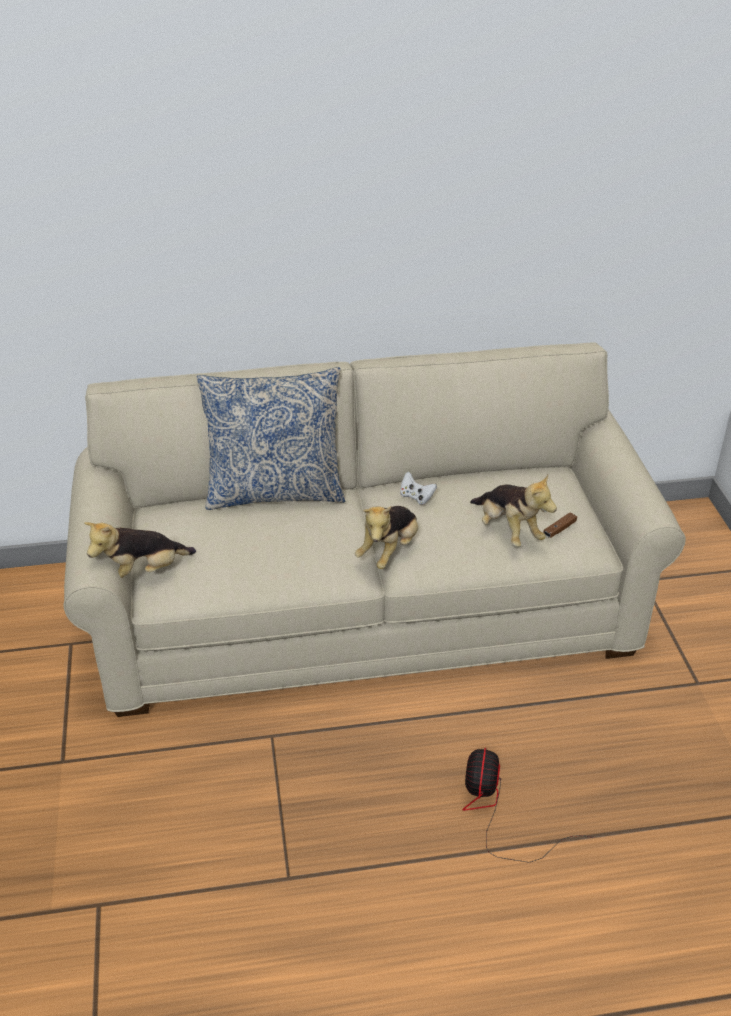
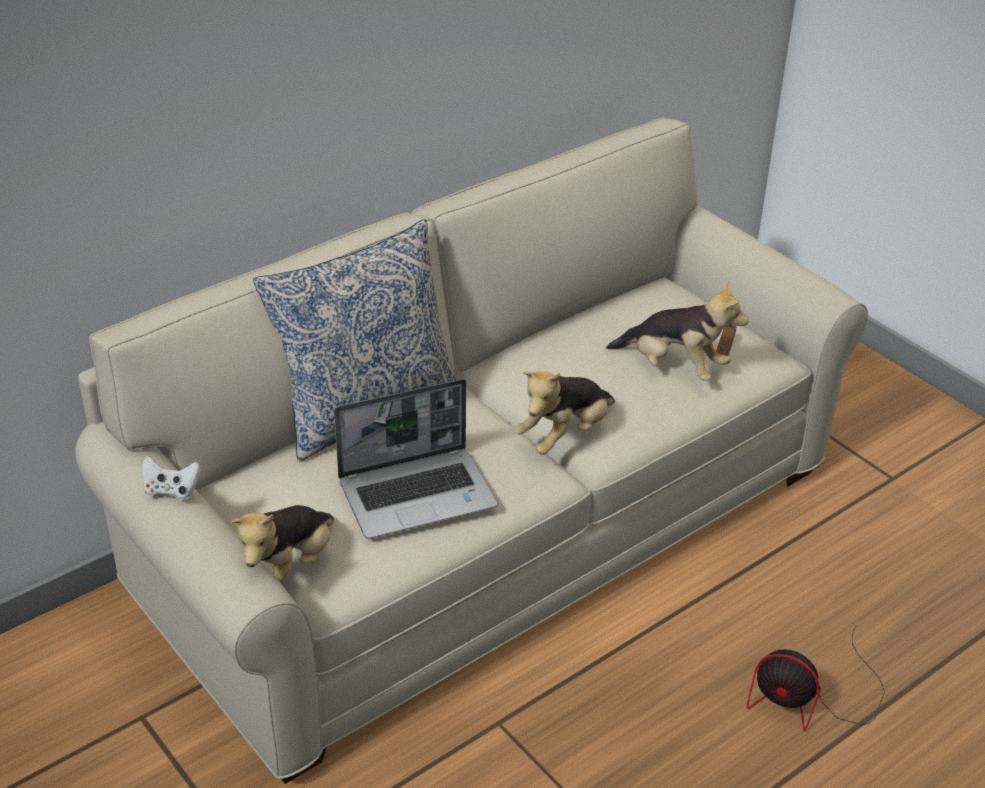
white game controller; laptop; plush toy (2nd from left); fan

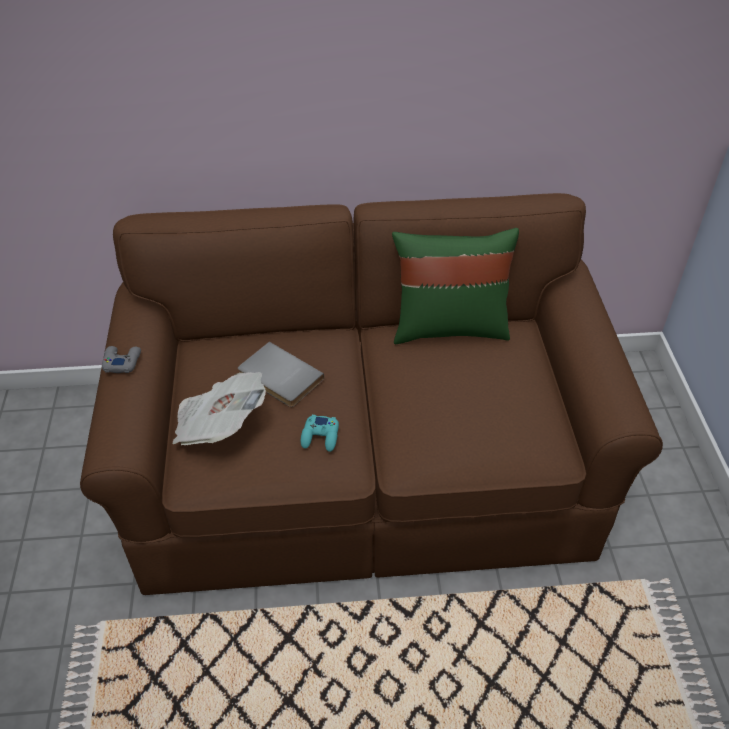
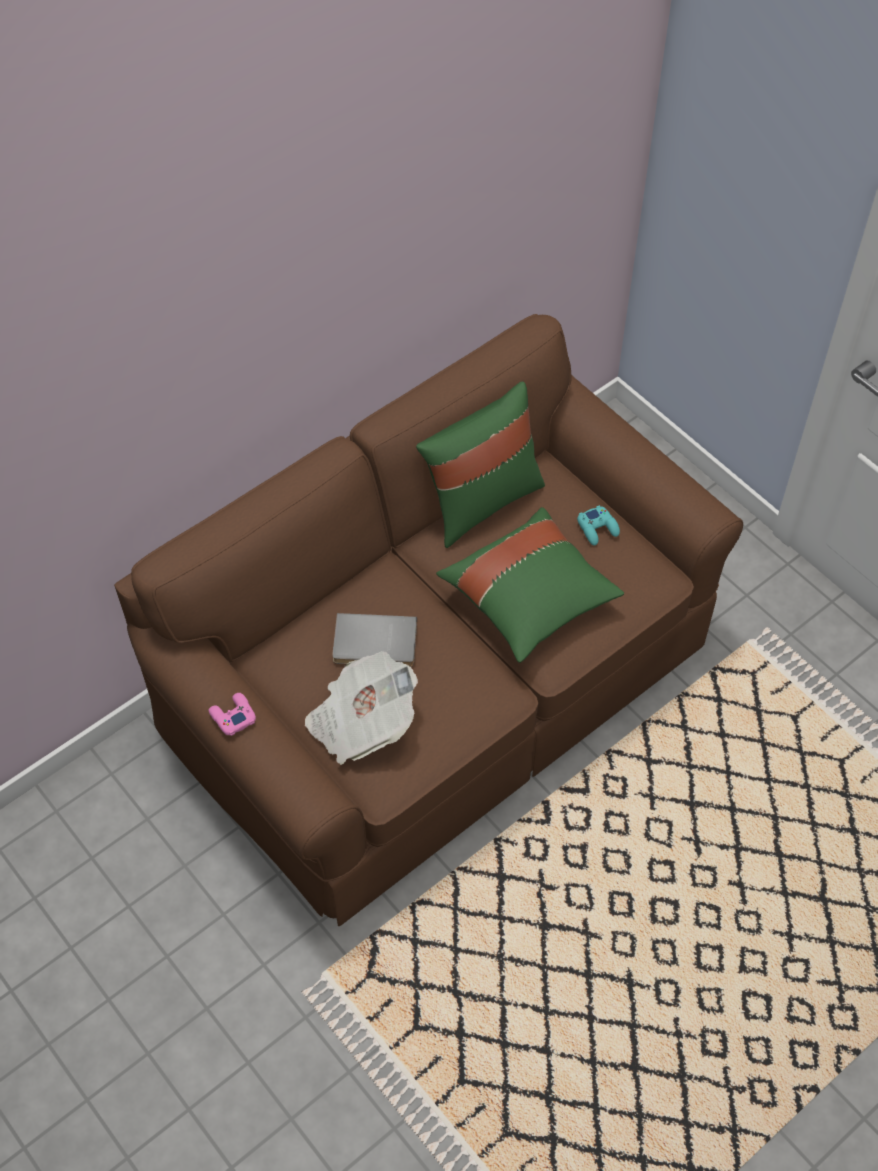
pink game controller; green pillow (2nd from left); turquoise game controller

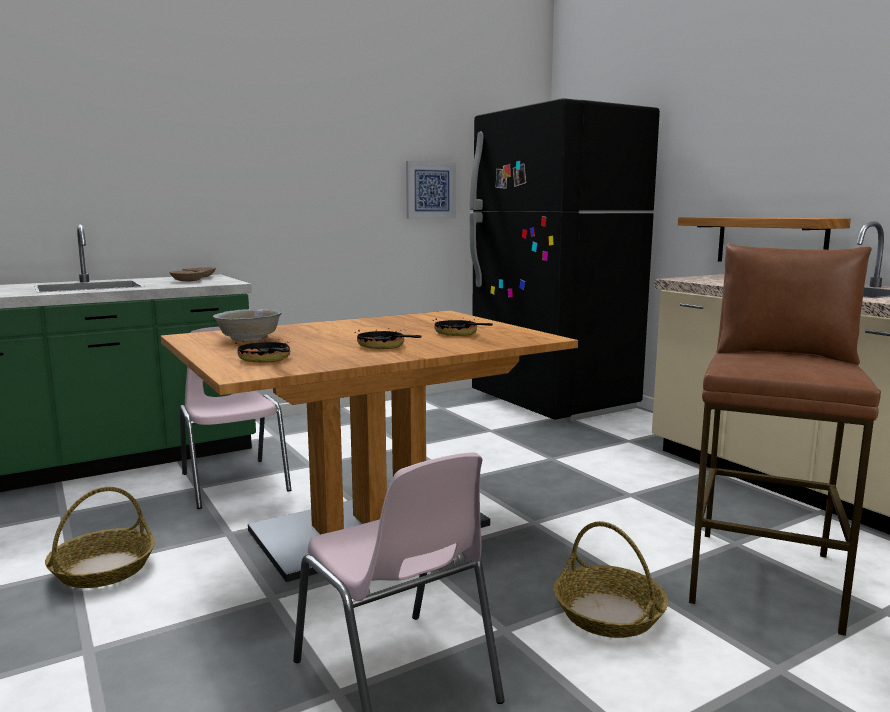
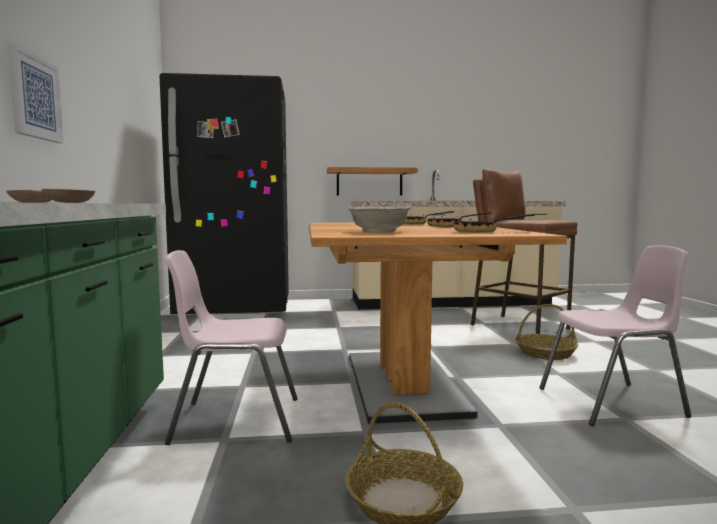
picture

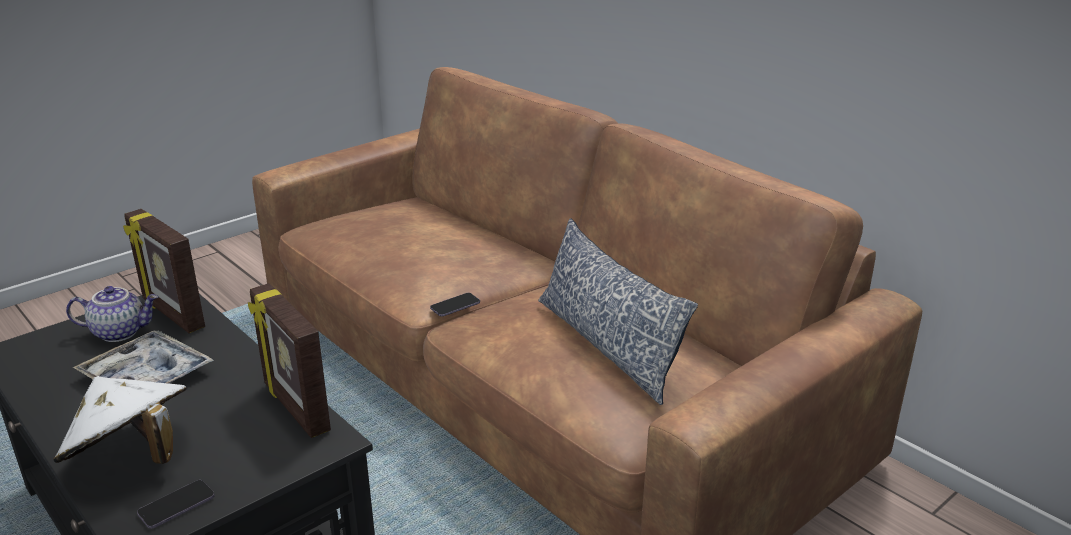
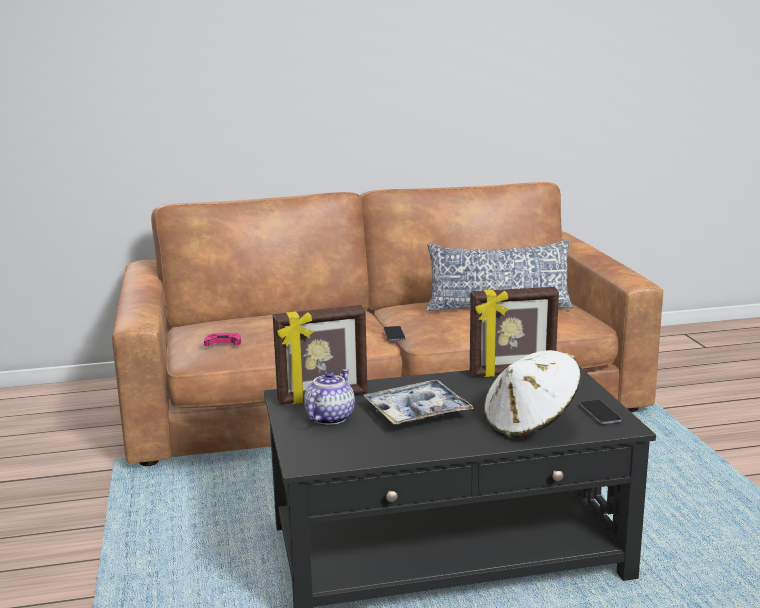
pink game controller

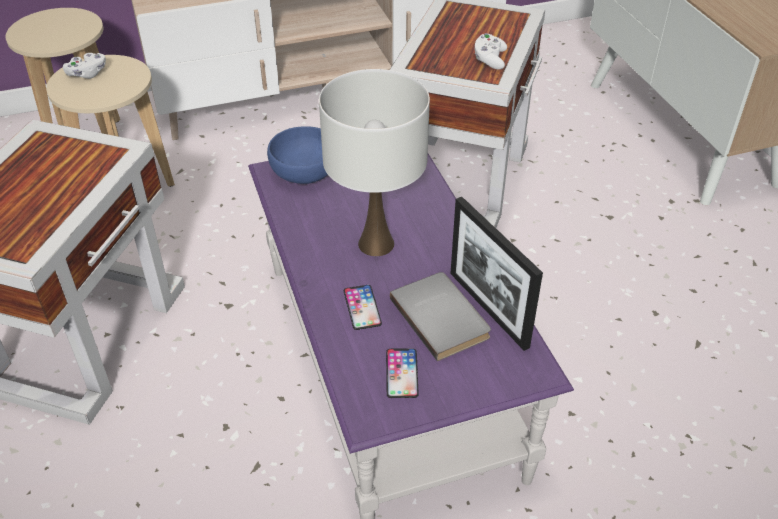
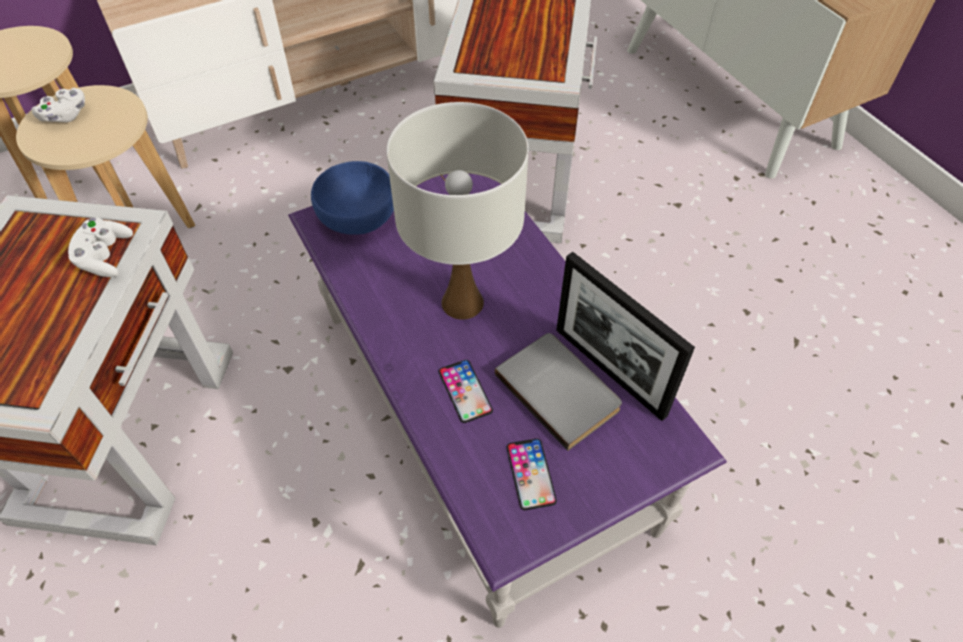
white game controller (2nd from left)

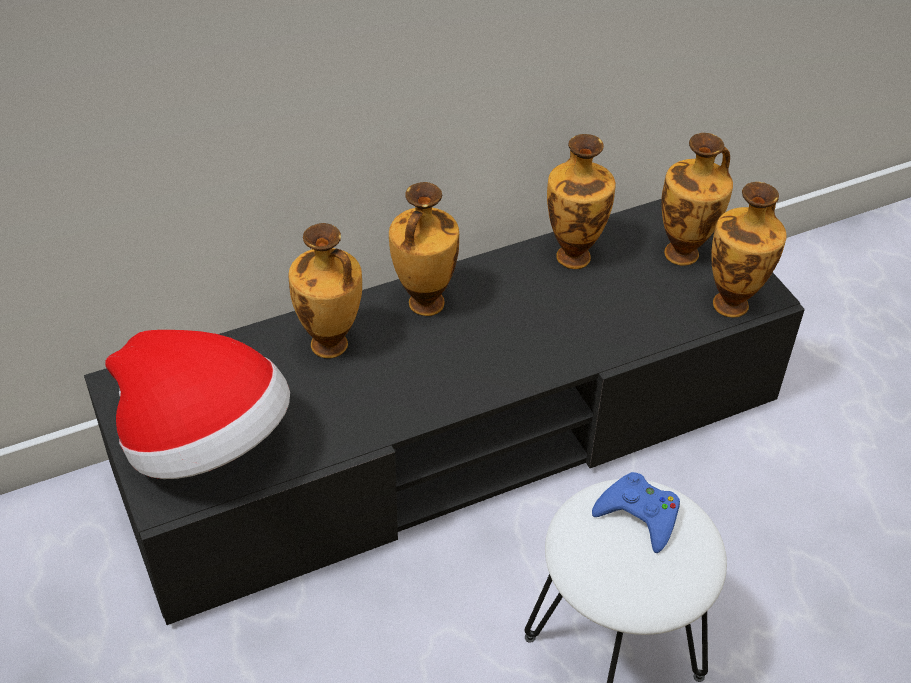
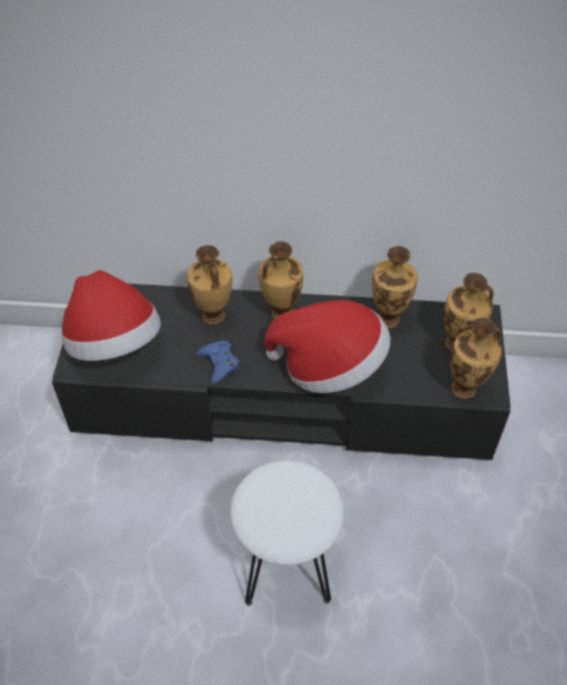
blue game controller; hat (2nd from left)

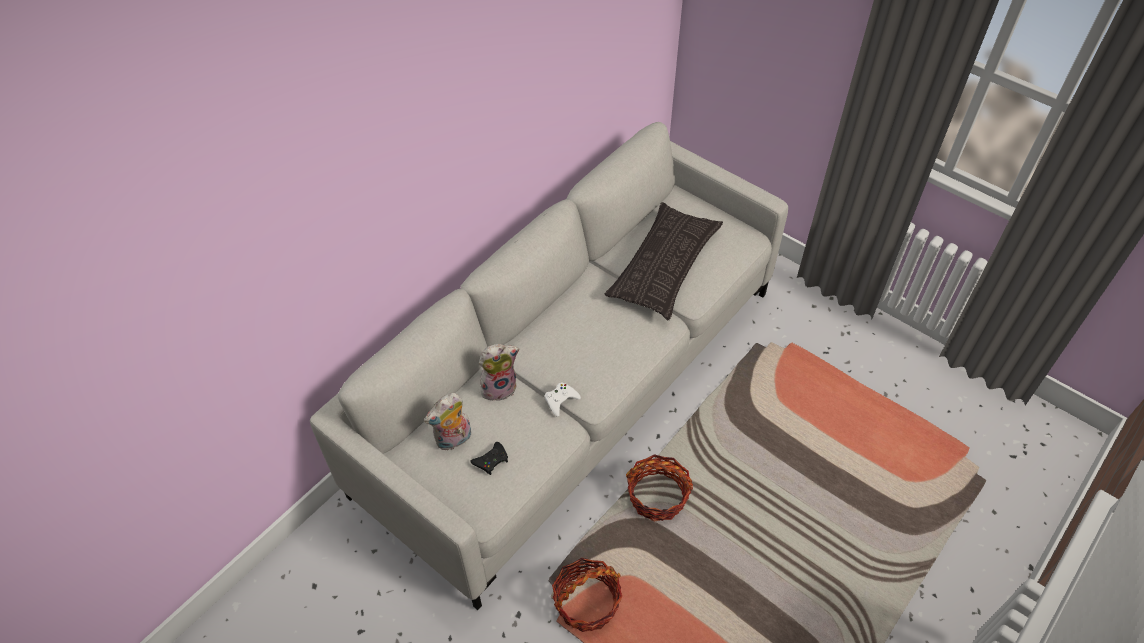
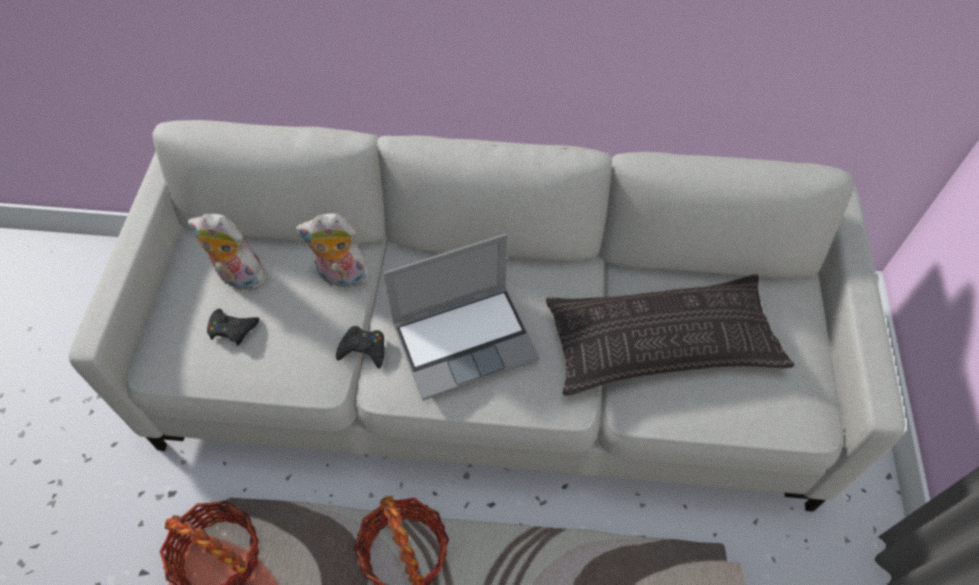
plush toy (2nd from left); black game controller (2nd from left); laptop

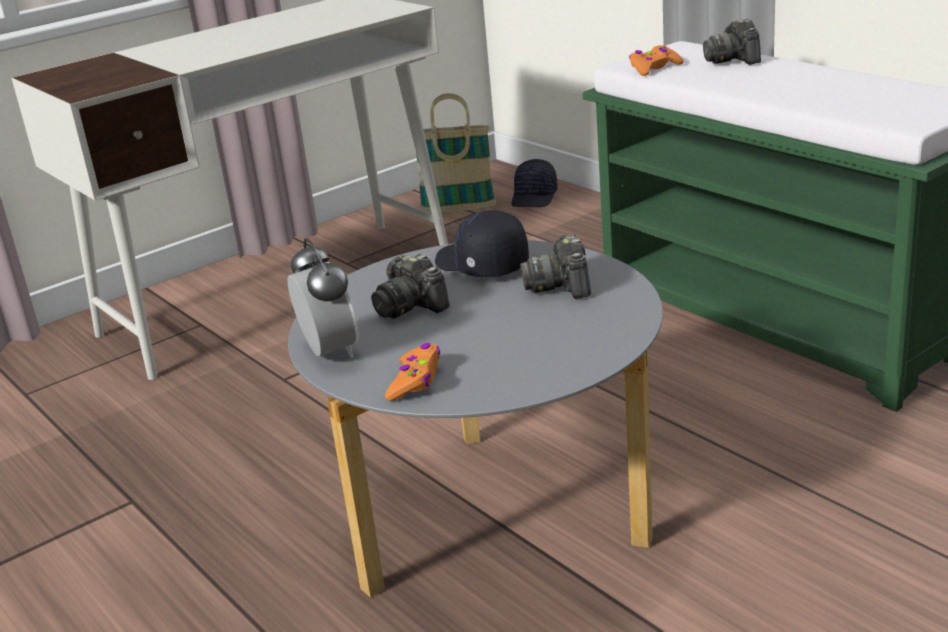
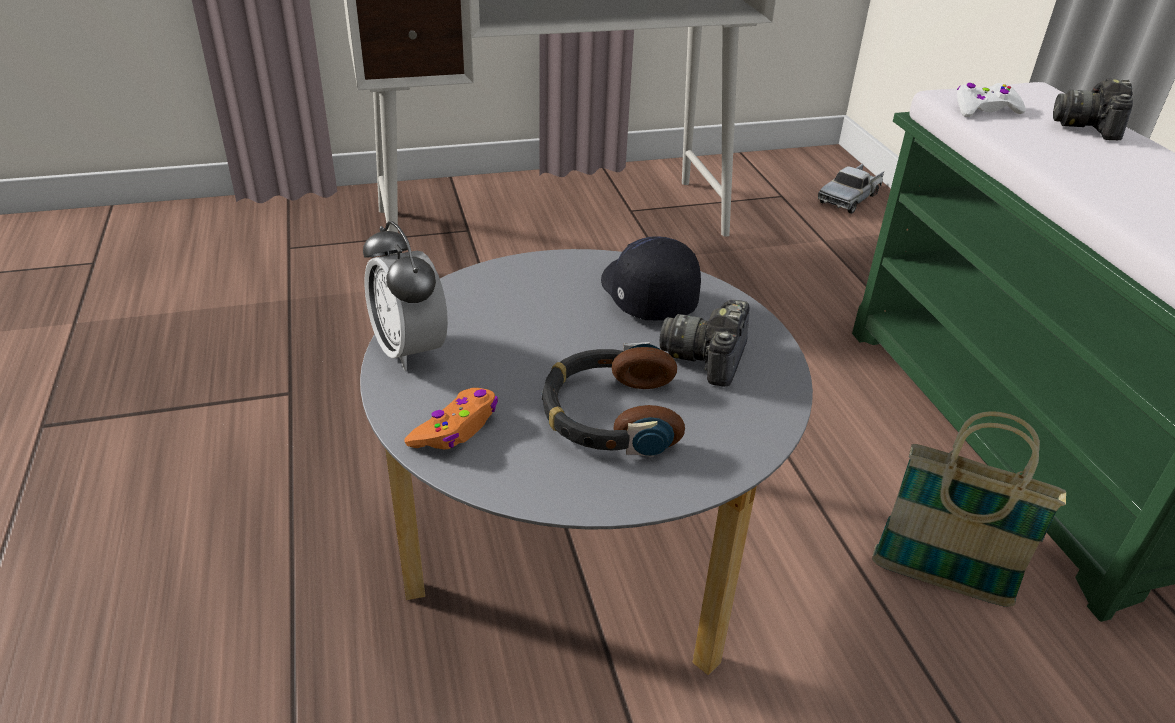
alarm clock; headphones; toy truck; basket; white game controller; photo camera (1st from left in the first image)

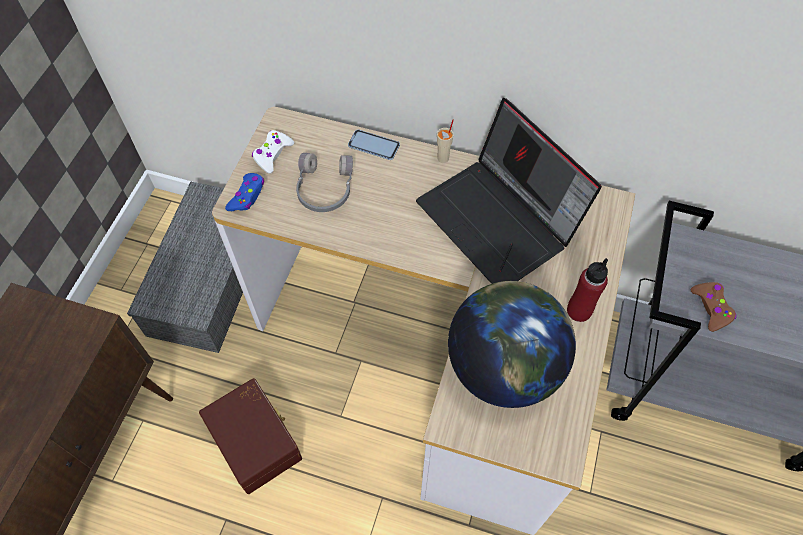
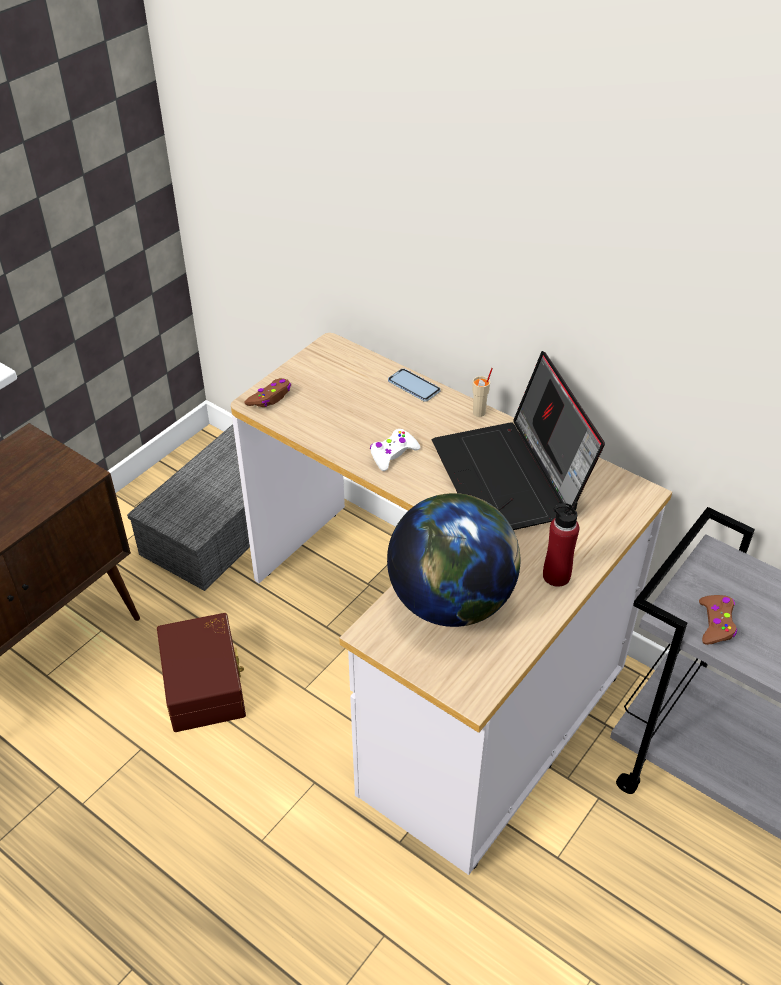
brown game controller (1st from left); white game controller; grey headphones

